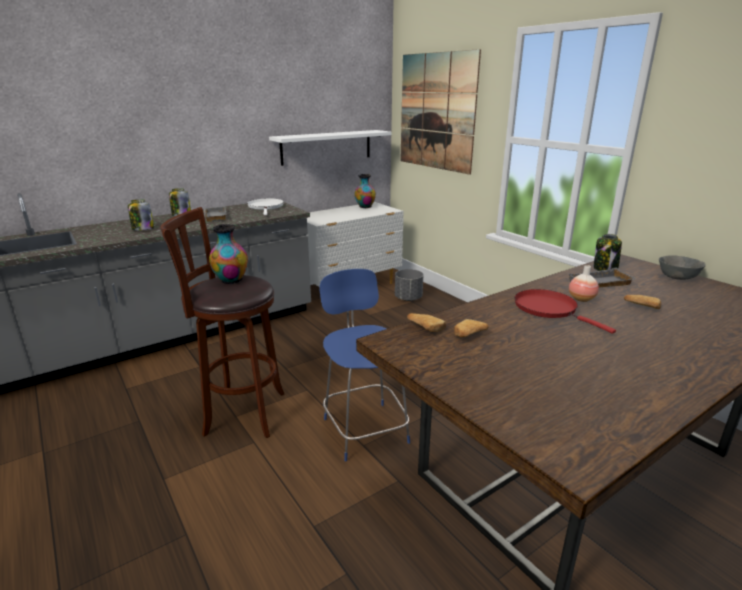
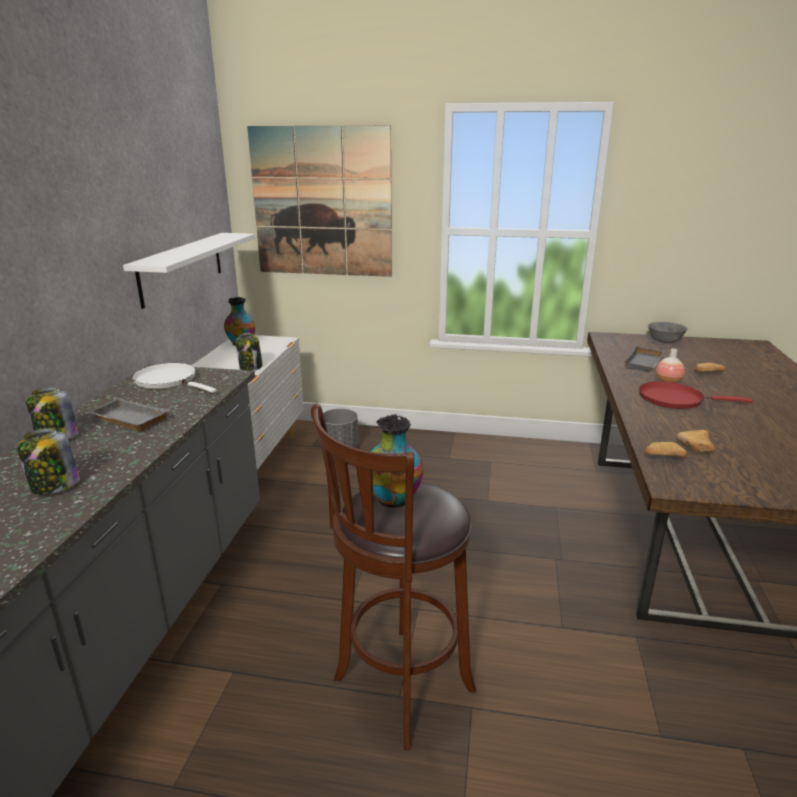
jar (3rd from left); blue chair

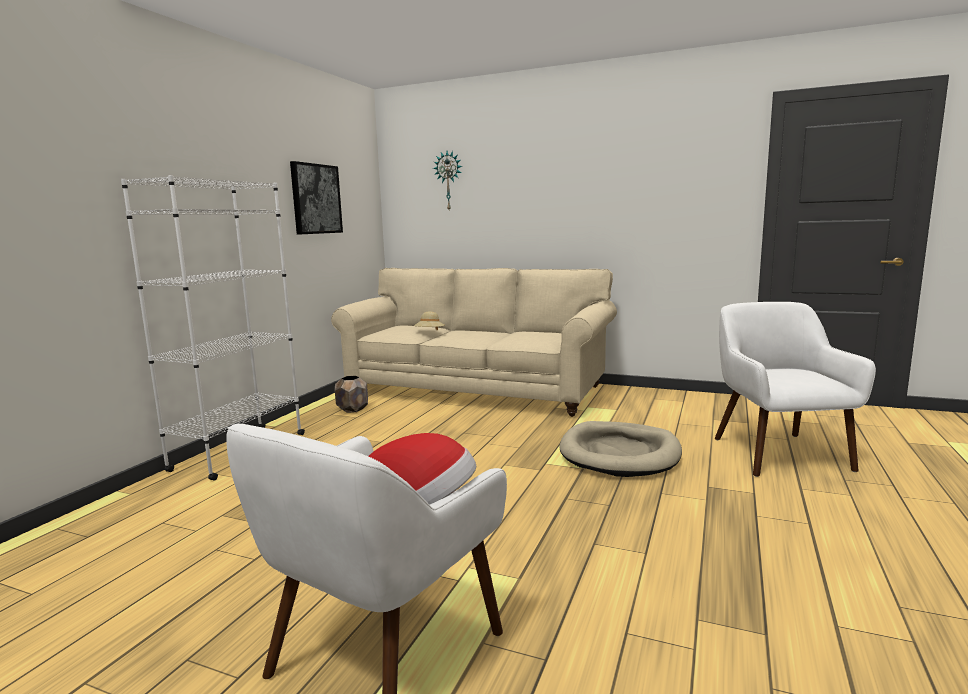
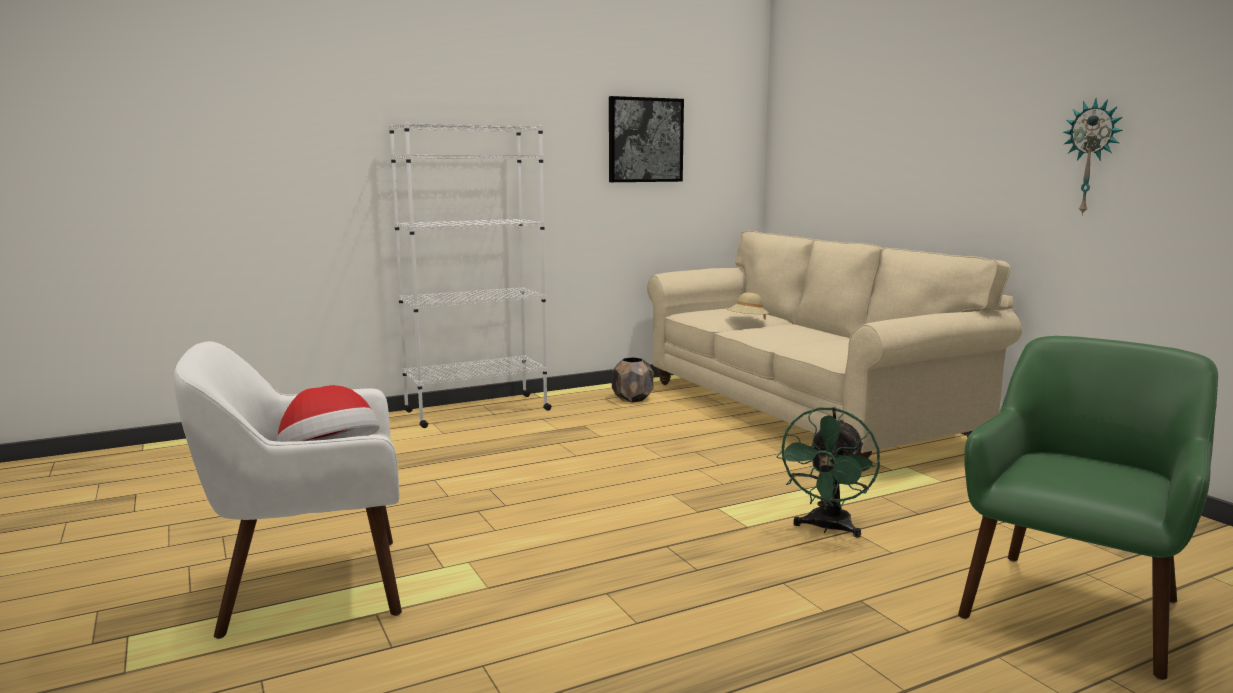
green fan; green armchair; wall clock

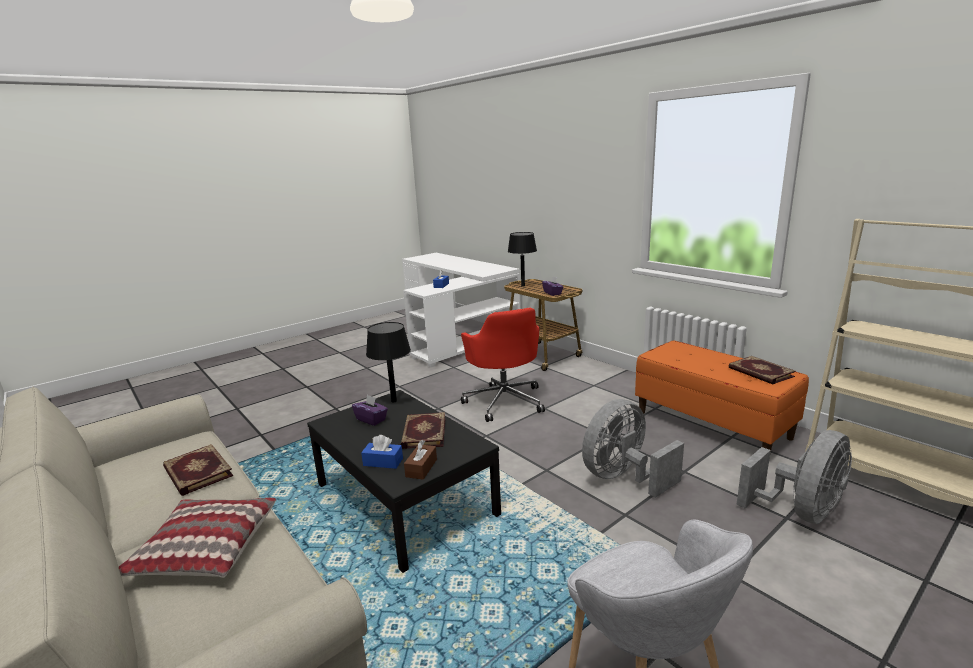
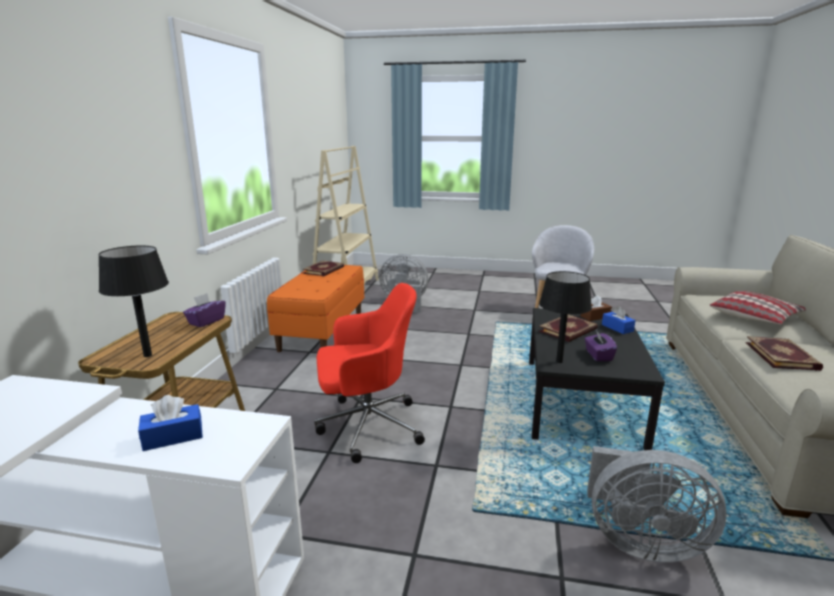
red office chair; grey fan (2nd from left)

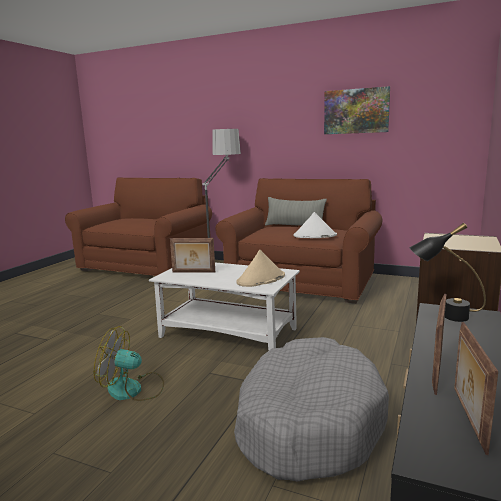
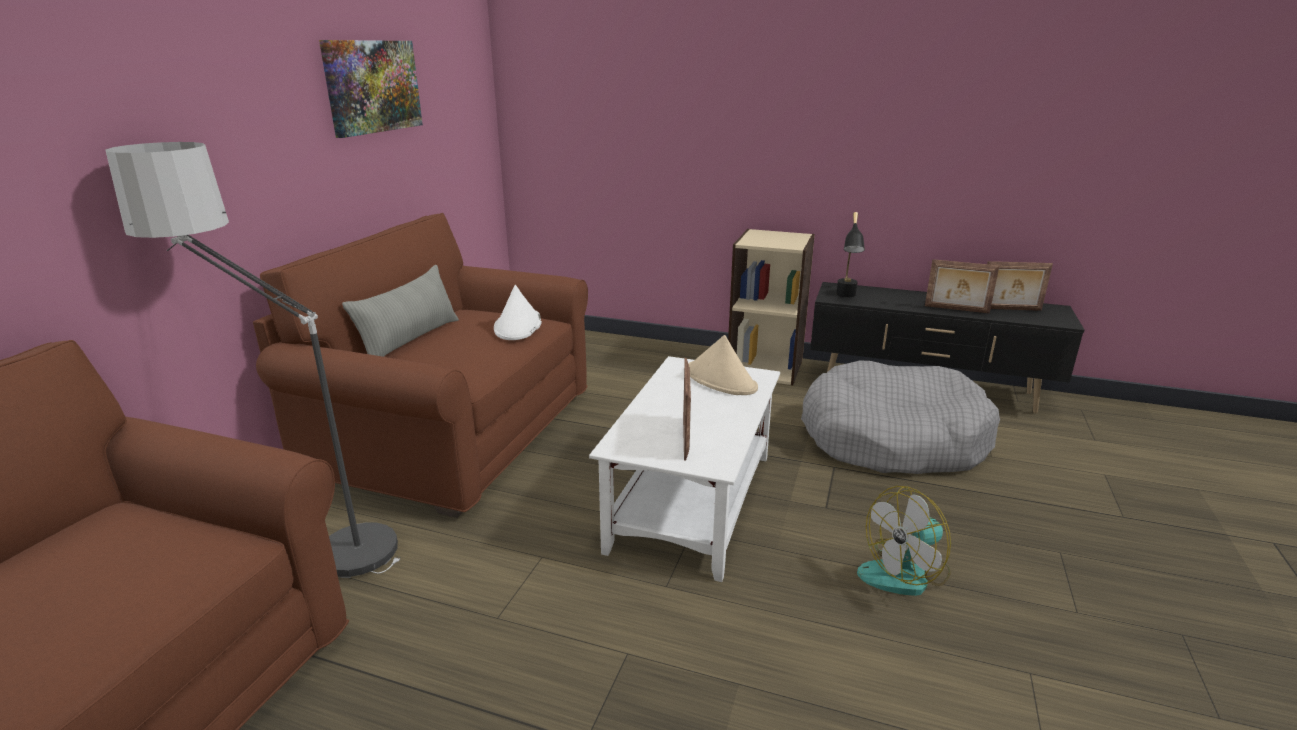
fan

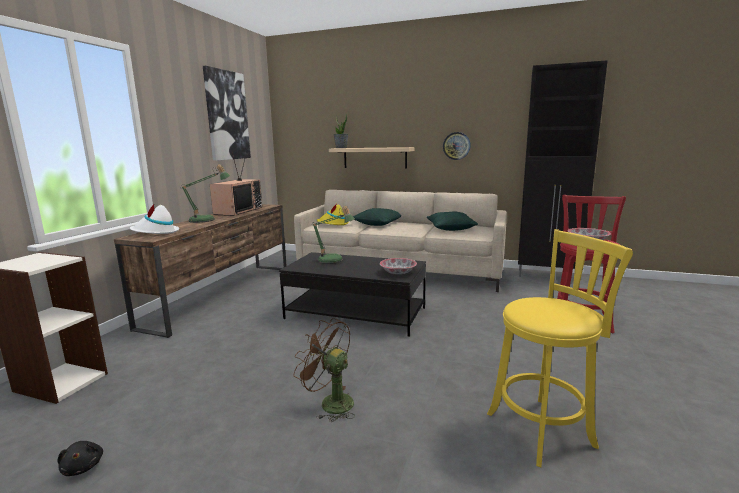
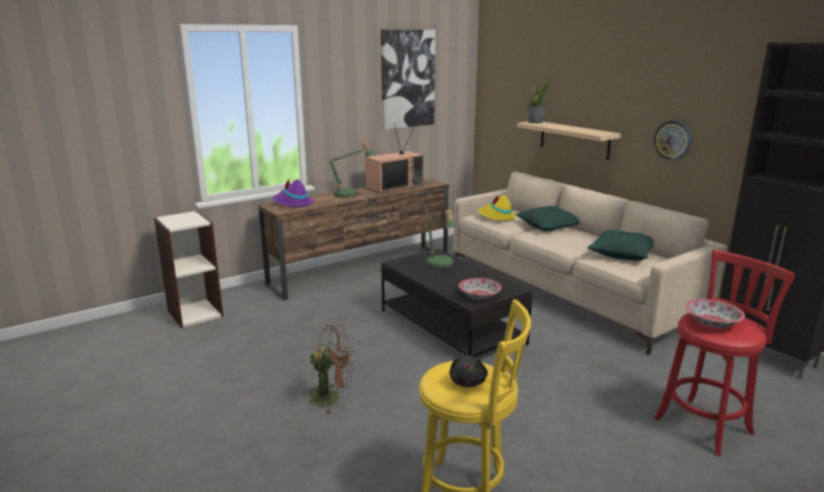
purple hat; brown fan; black plush toy

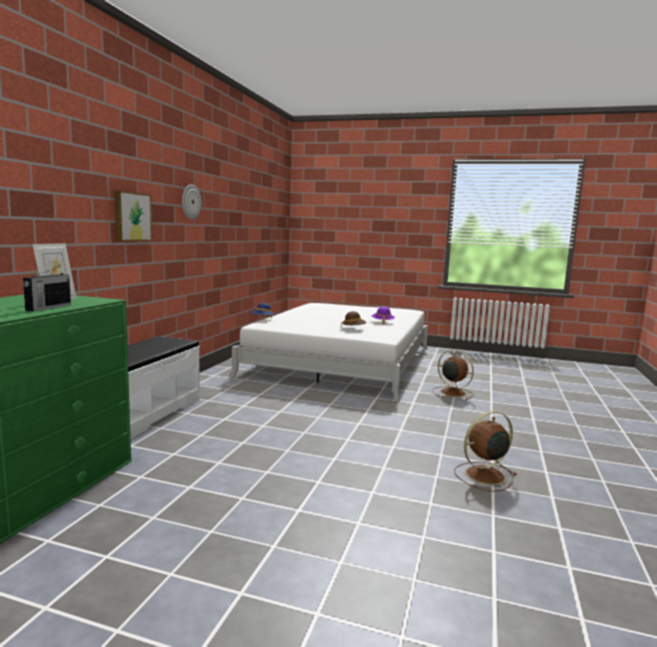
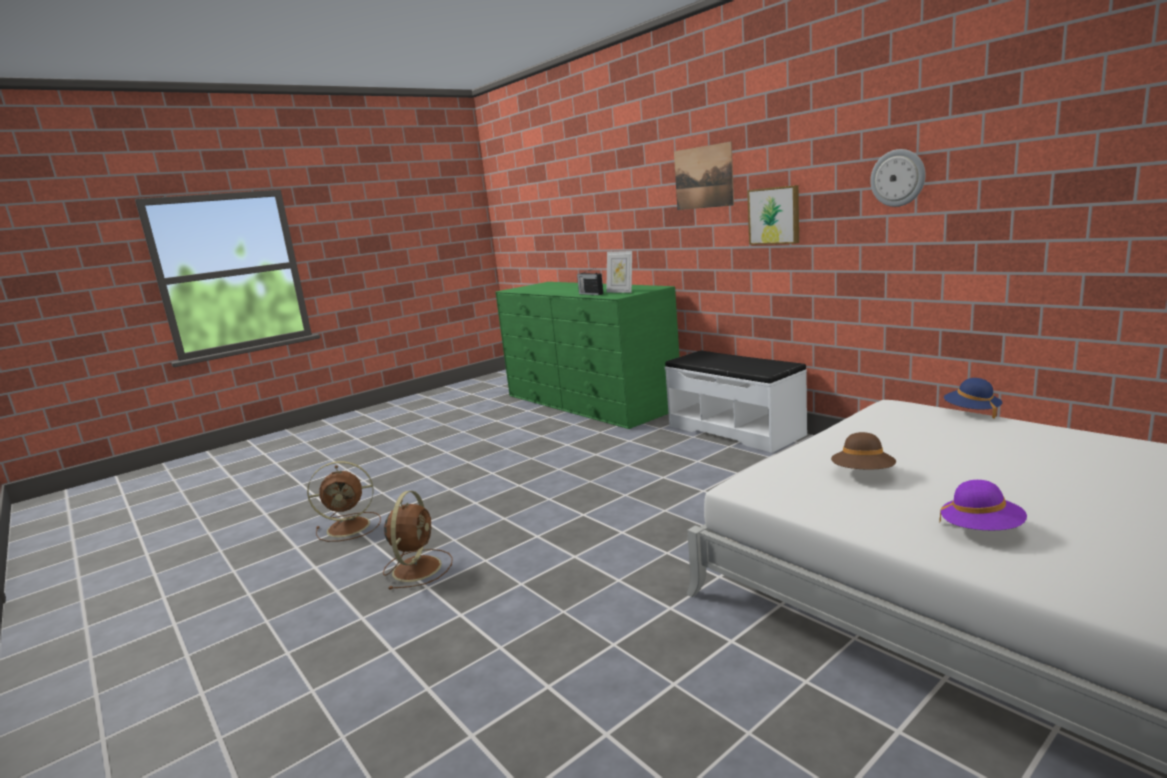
brown fan (1st from left); picture (1st from left)

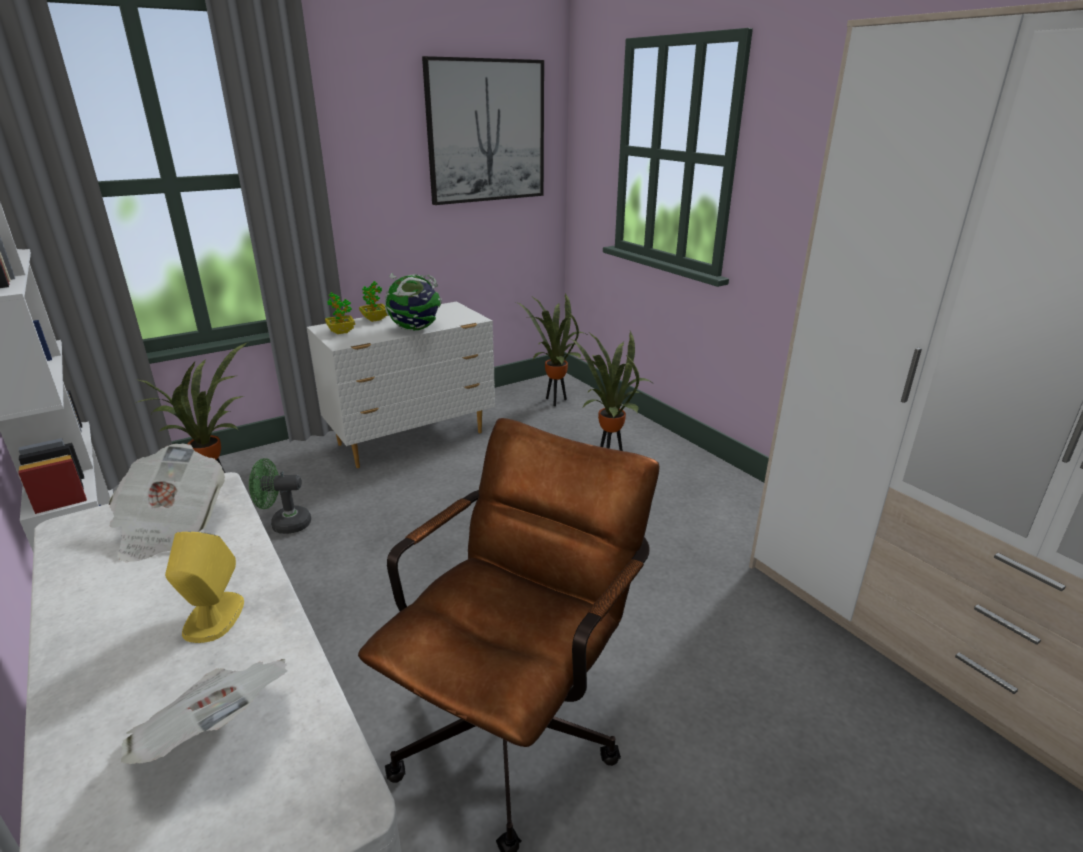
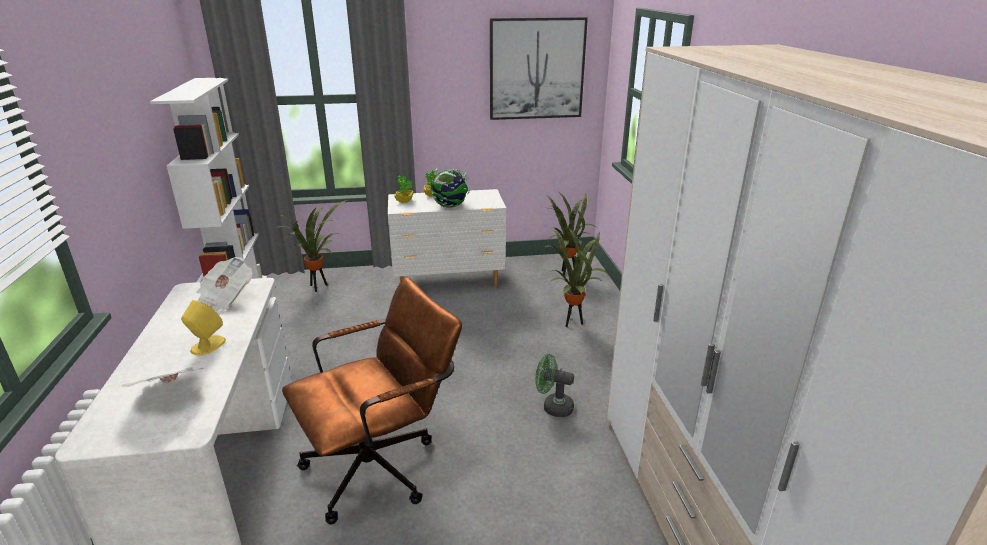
green fan

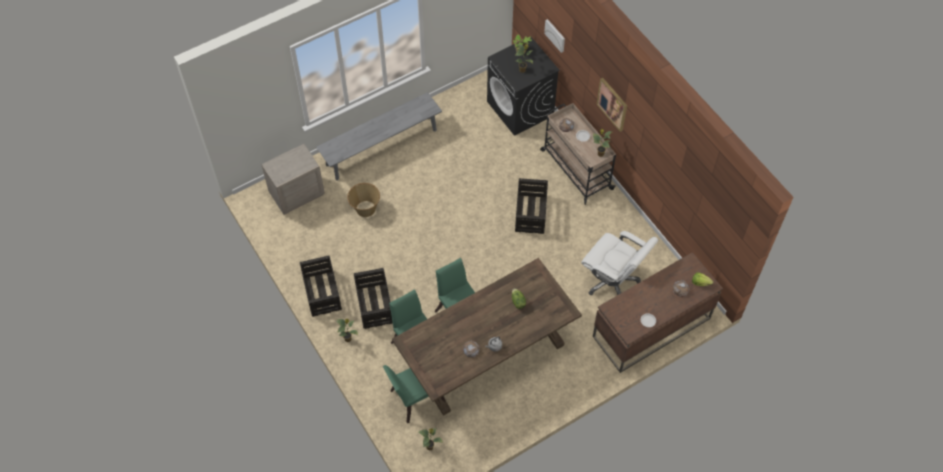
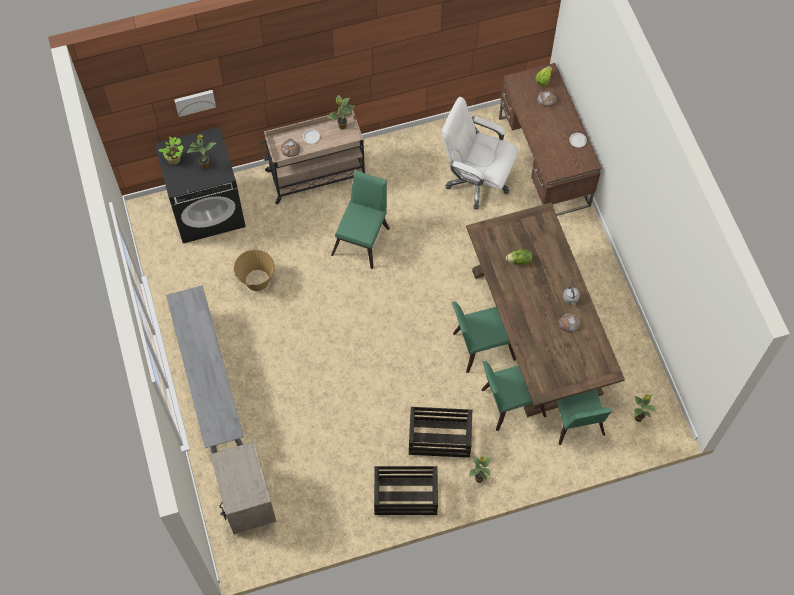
basket; green chair (1st from left); white office chair; picture (2nd from left in the first image)

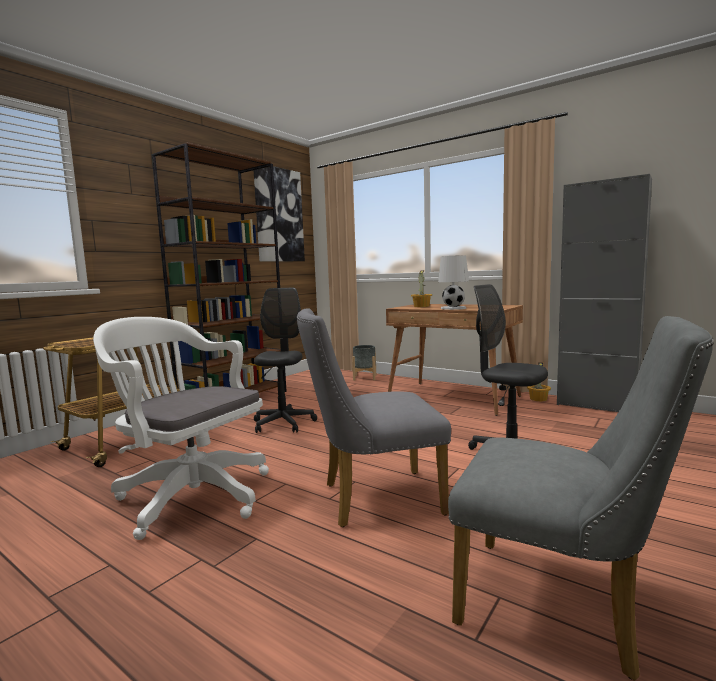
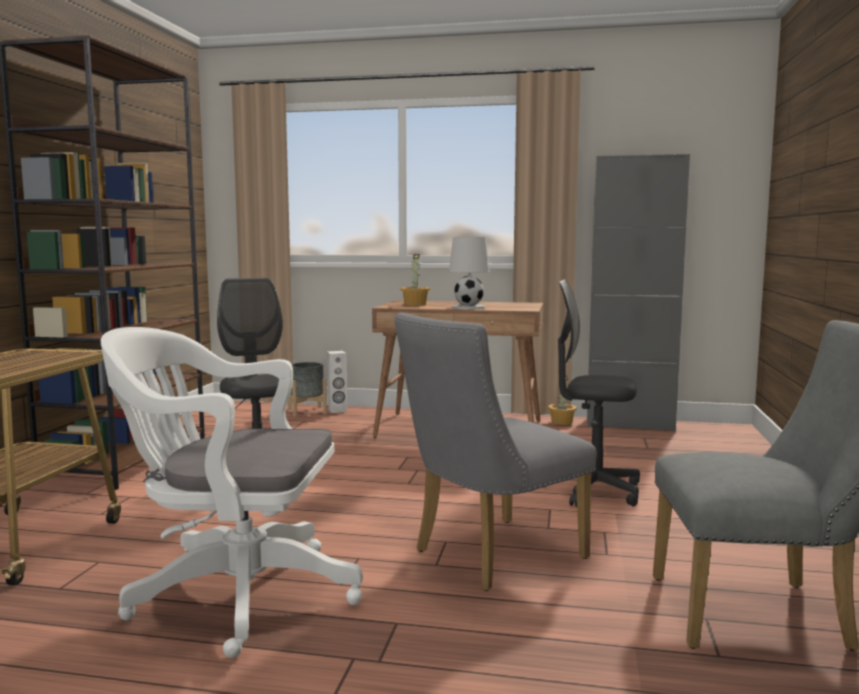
white speaker; picture

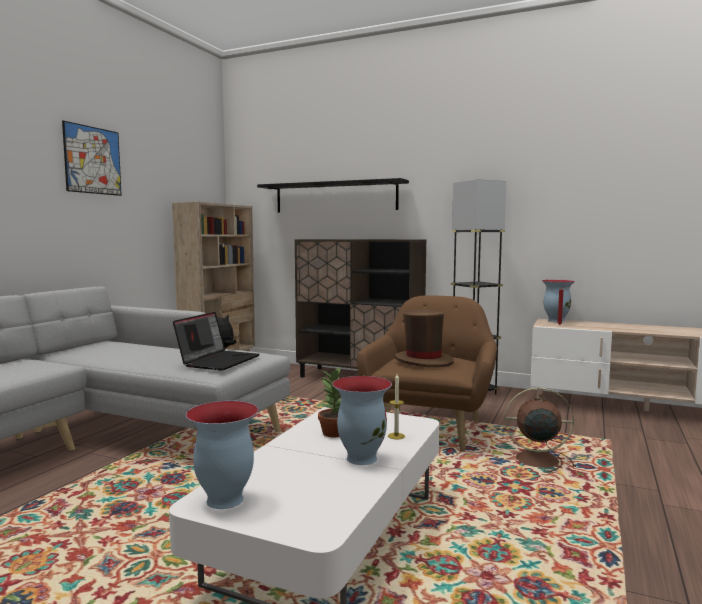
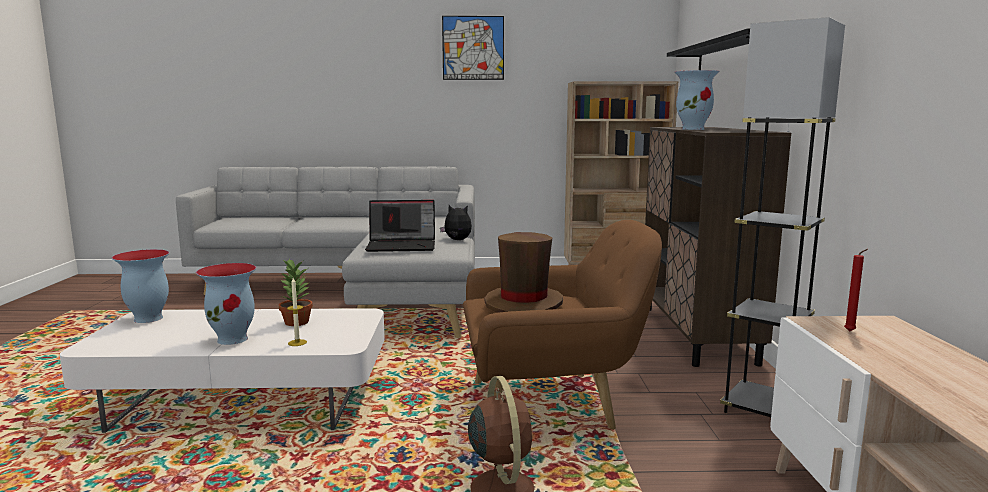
vase (3rd from left)

